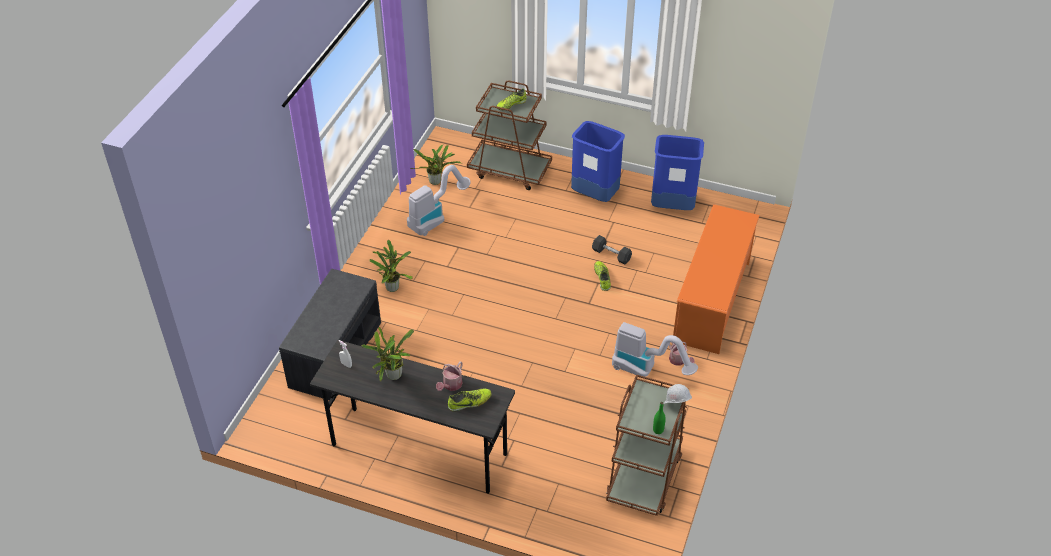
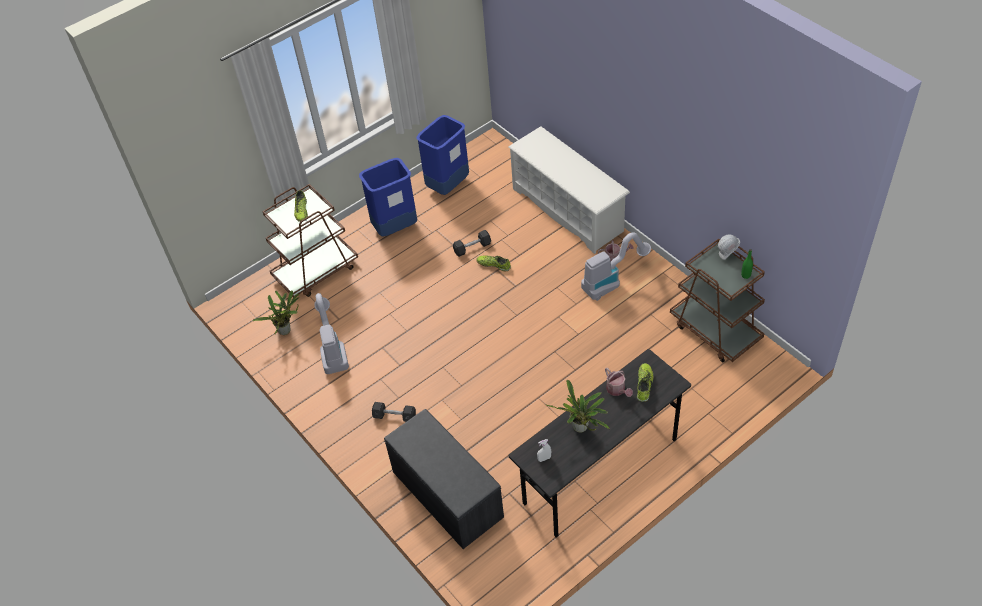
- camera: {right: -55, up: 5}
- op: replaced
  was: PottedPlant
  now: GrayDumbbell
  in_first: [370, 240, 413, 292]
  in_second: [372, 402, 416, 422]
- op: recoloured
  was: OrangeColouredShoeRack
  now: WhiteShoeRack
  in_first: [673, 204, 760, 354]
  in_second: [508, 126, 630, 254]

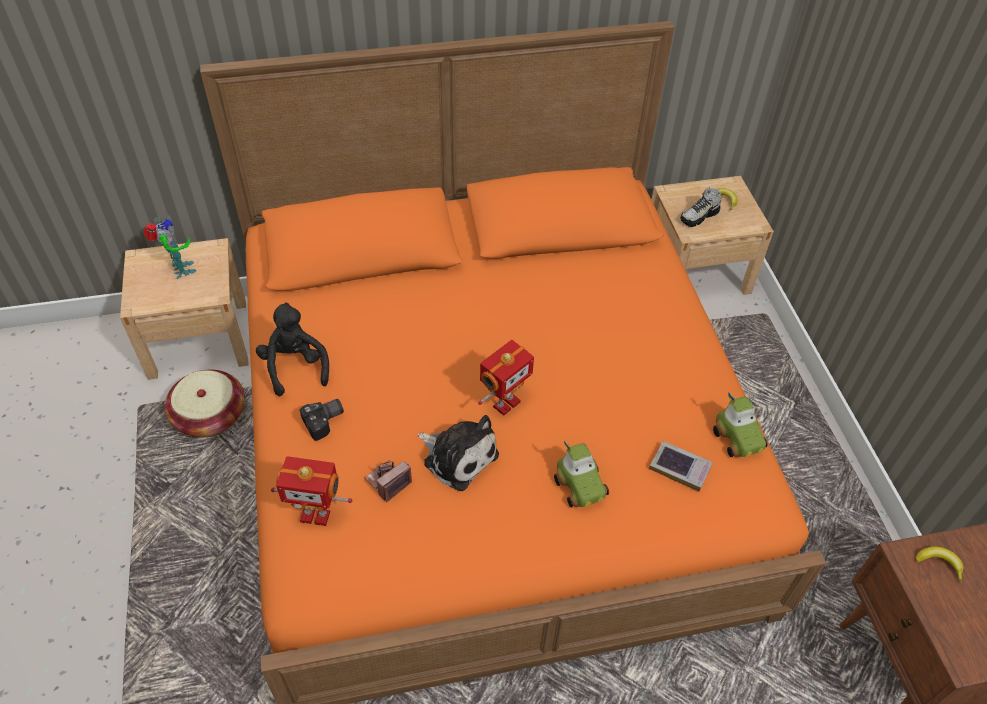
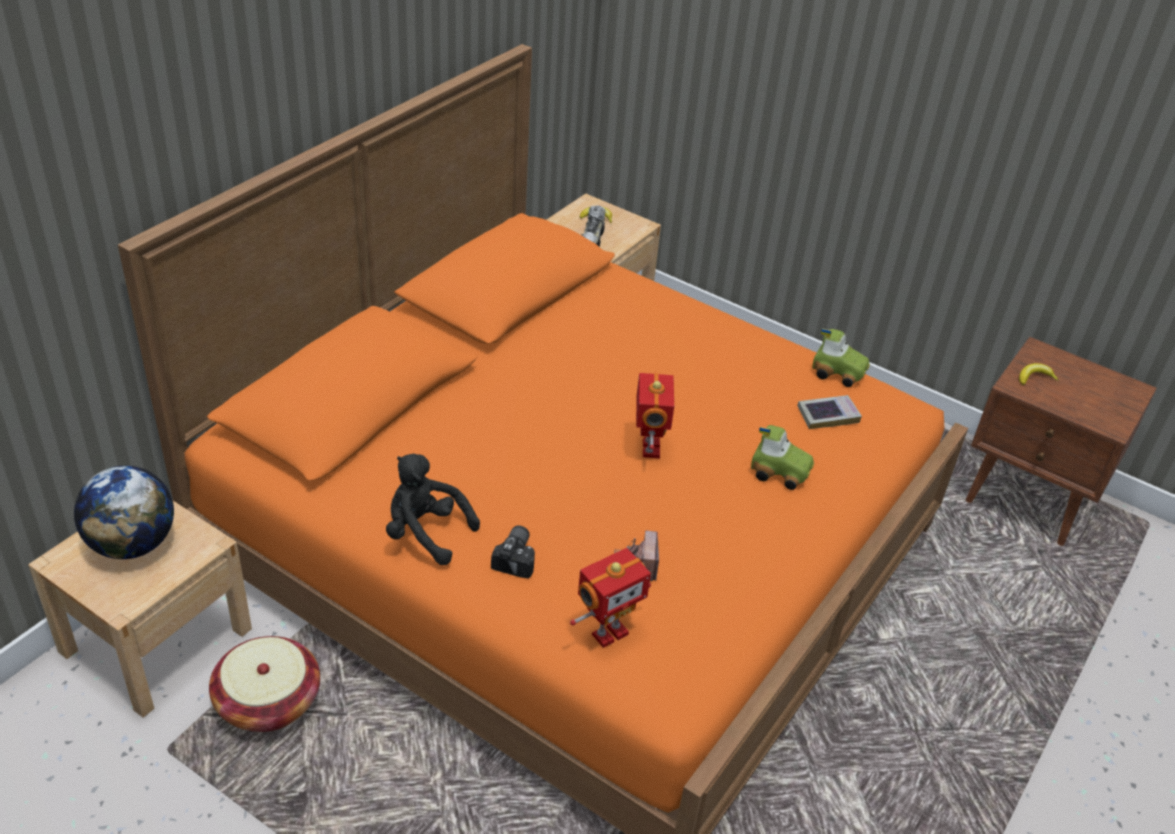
- camera: {right: -45, up: -10}
- op: removed
  was: PlushToy
  in_first: [417, 415, 499, 491]
- op: replaced
  was: ModelRobot
  now: WorldGlobe
  in_first: [144, 215, 196, 279]
  in_second: [74, 466, 174, 559]

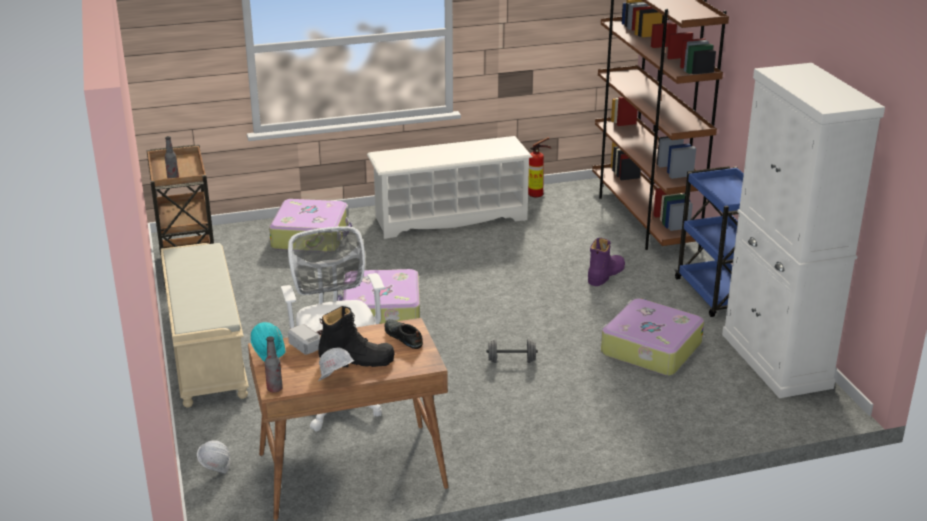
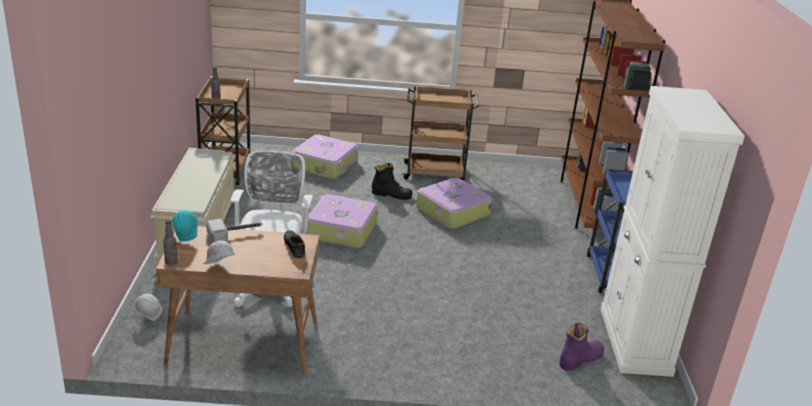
- camera: {right: 15, up: 0}
- op: removed
  was: GrayDumbbell
  in_first: [486, 339, 538, 363]
- op: removed
  was: FireFightingCylinder
  in_first: [528, 137, 551, 198]
- op: moved
  was: BlackishBoot
  in_first: [318, 306, 395, 367]
  in_second: [372, 163, 412, 200]
- op: moved
  was: PurplishBoot
  in_first: [588, 238, 625, 286]
  in_second: [559, 323, 604, 371]
- op: moved
  was: PieceOfLuggage
  in_first: [601, 298, 704, 376]
  in_second: [416, 178, 492, 229]
- op: replaced
  was: WhiteShoeRack
  now: BrownishWheeledCart
  in_first: [367, 136, 532, 239]
  in_second: [402, 86, 479, 181]

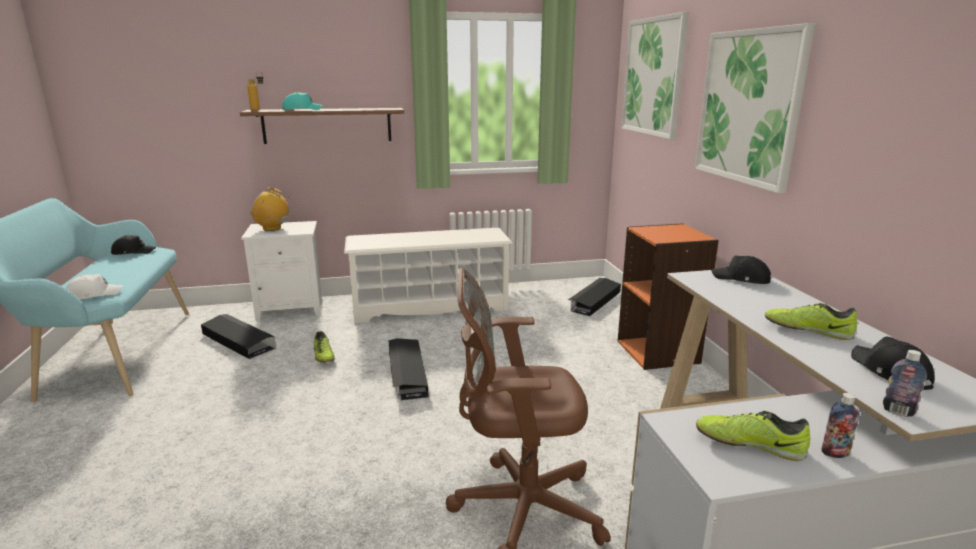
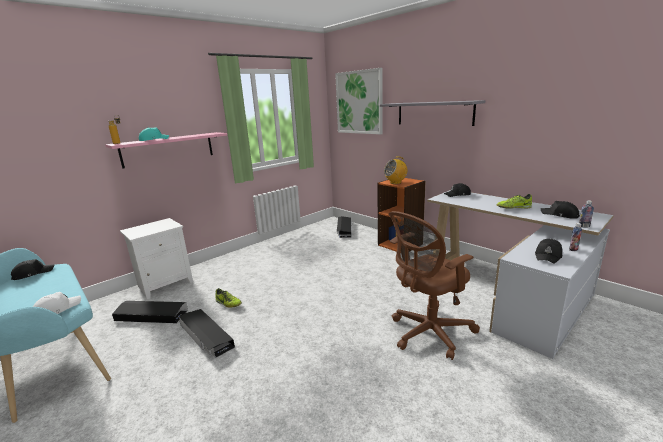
- camera: {right: -30, up: 0}
- op: removed
  was: WhiteShoeRack
  in_first: [344, 228, 513, 323]
- op: moved
  was: Radio
  in_first: [250, 188, 289, 231]
  in_second: [384, 156, 407, 184]
- op: moved
  was: BlackishStorageBin
  in_first: [389, 338, 429, 400]
  in_second: [179, 309, 235, 358]
- op: replaced
  was: Picture
  now: GrayShelf
  in_first: [695, 23, 815, 193]
  in_second: [380, 100, 485, 126]
- op: replaced
  was: ItemOfFootwear
  now: BlackishCap
  in_first: [696, 411, 810, 461]
  in_second: [535, 239, 562, 264]
- op: recoloured
  was: BrownishShelf
  now: PinkishShelf
  in_first: [240, 108, 404, 144]
  in_second: [105, 132, 227, 169]

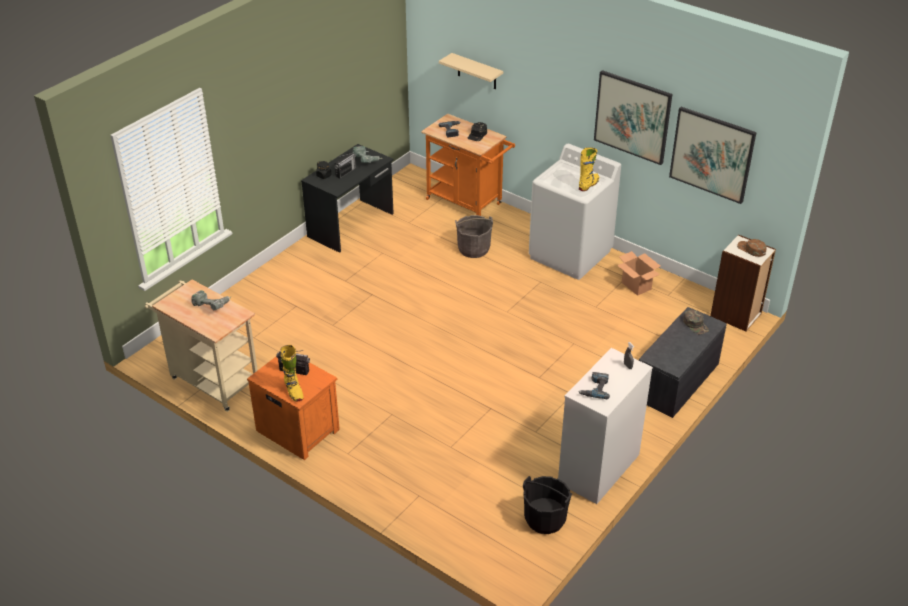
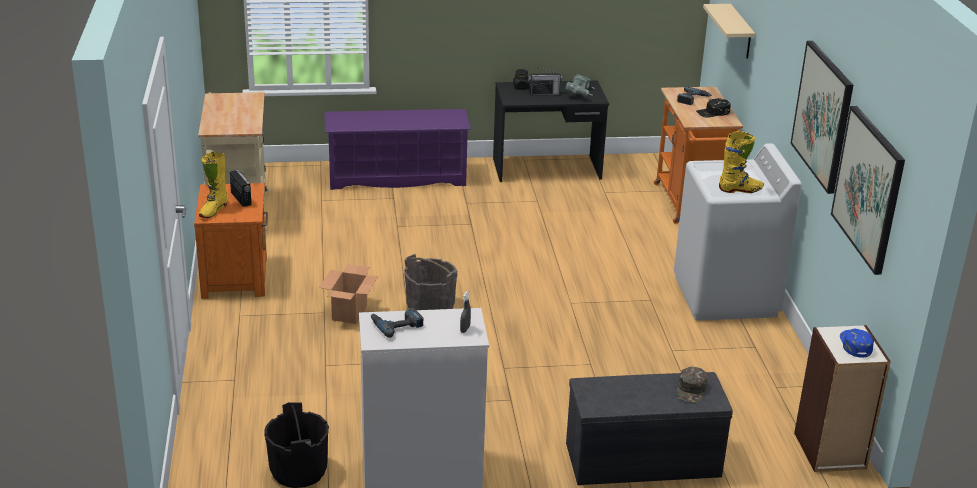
- camera: {right: 45, up: -10}
- op: removed
  was: Drill
  in_first: [191, 290, 232, 310]
- op: added
  now: PurplishShoeRack
  in_second: [324, 109, 471, 190]
- op: moved
  was: GrayPail
  in_first: [455, 215, 493, 258]
  in_second: [404, 254, 457, 310]
- op: moved
  was: CardboardBox
  in_first: [617, 251, 661, 296]
  in_second: [319, 264, 378, 324]
- op: recoloured
  was: BrownishCap
  now: BlueCap
  in_first: [737, 239, 767, 257]
  in_second: [840, 329, 874, 358]

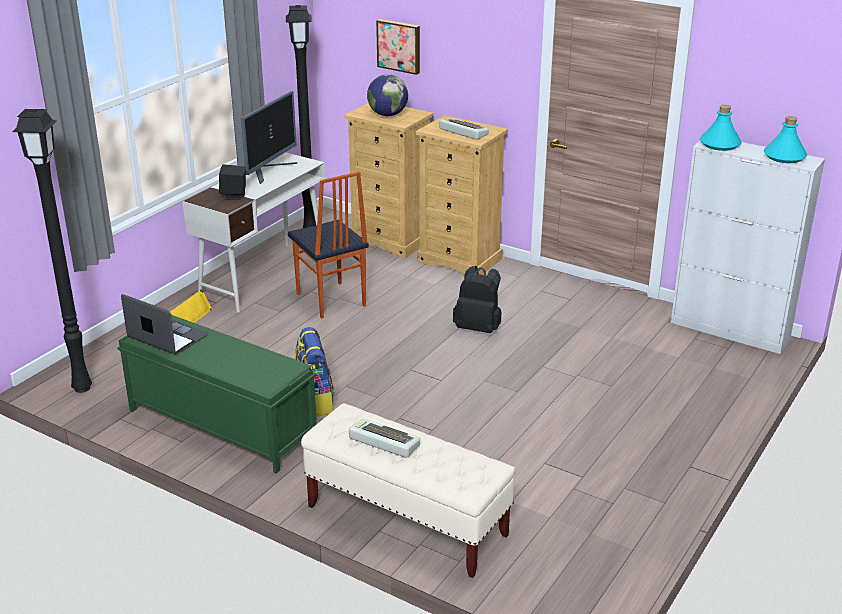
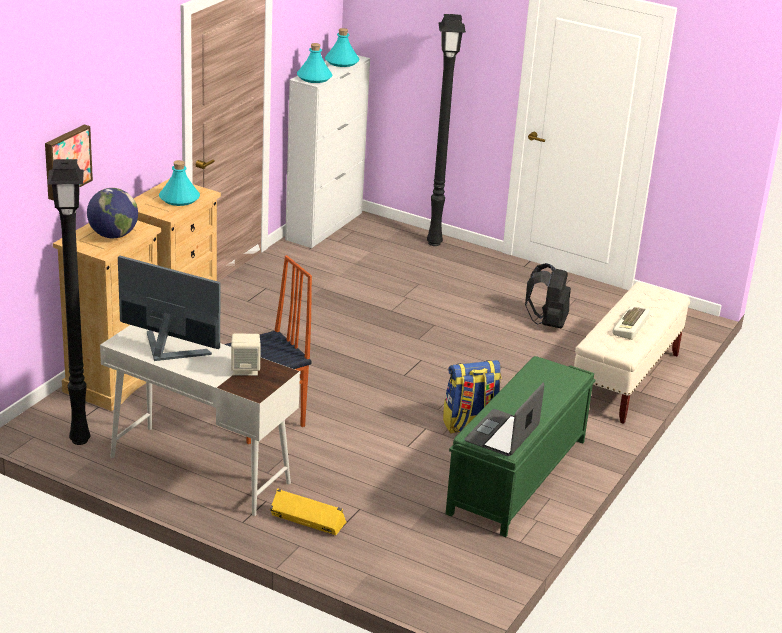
- camera: {right: -95, up: 0}
- op: moved
  was: BlackishFloorLamp
  in_first: [13, 109, 92, 393]
  in_second: [427, 14, 466, 246]
- op: moved
  was: BlackishBackpack
  in_first: [453, 266, 501, 333]
  in_second: [525, 263, 571, 328]
- op: replaced
  was: ComputerKeyboard
  now: TurquoiseBottle
  in_first: [439, 118, 489, 140]
  in_second: [159, 160, 200, 206]
- op: recoloured
  was: BlackishAudioSpeaker
  now: BeigeColouredAudioSpeaker
  in_first: [219, 164, 246, 200]
  in_second: [231, 334, 261, 376]

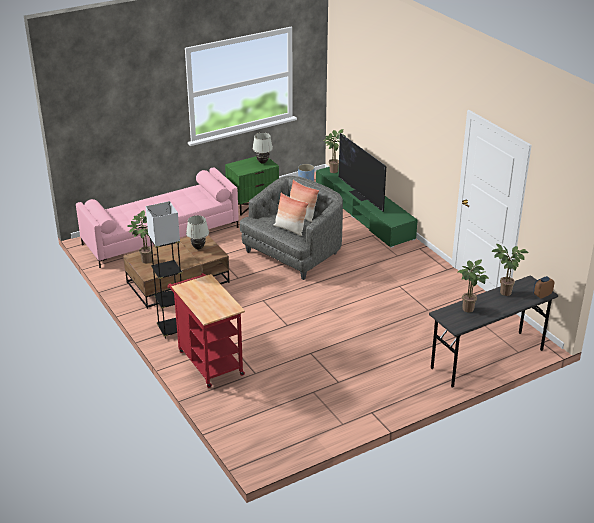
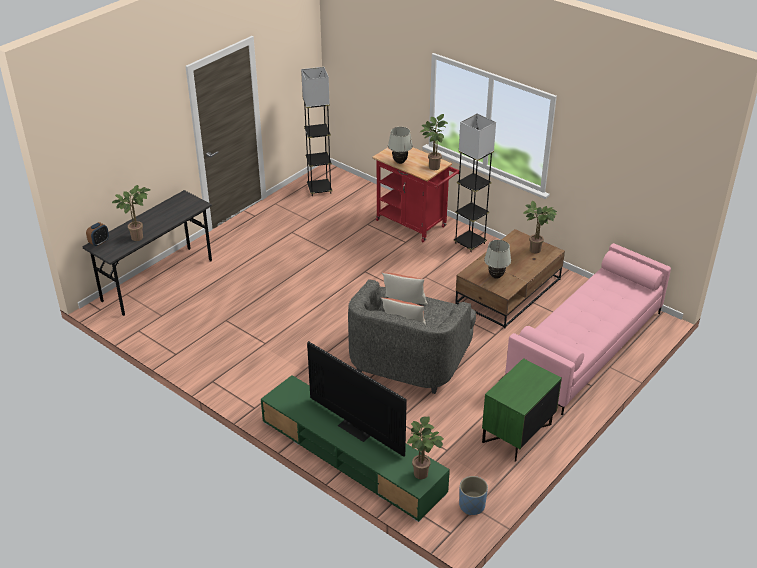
- camera: {right: 160, up: 5}
- op: added
  now: GrayFloorLamp
  in_second: [301, 67, 333, 196]
- op: moved
  was: WhiteTabletopLamp
  in_first: [252, 133, 273, 163]
  in_second: [388, 127, 413, 164]
- op: moved
  was: PottedPlant
  in_first: [458, 260, 489, 312]
  in_second: [420, 114, 448, 170]

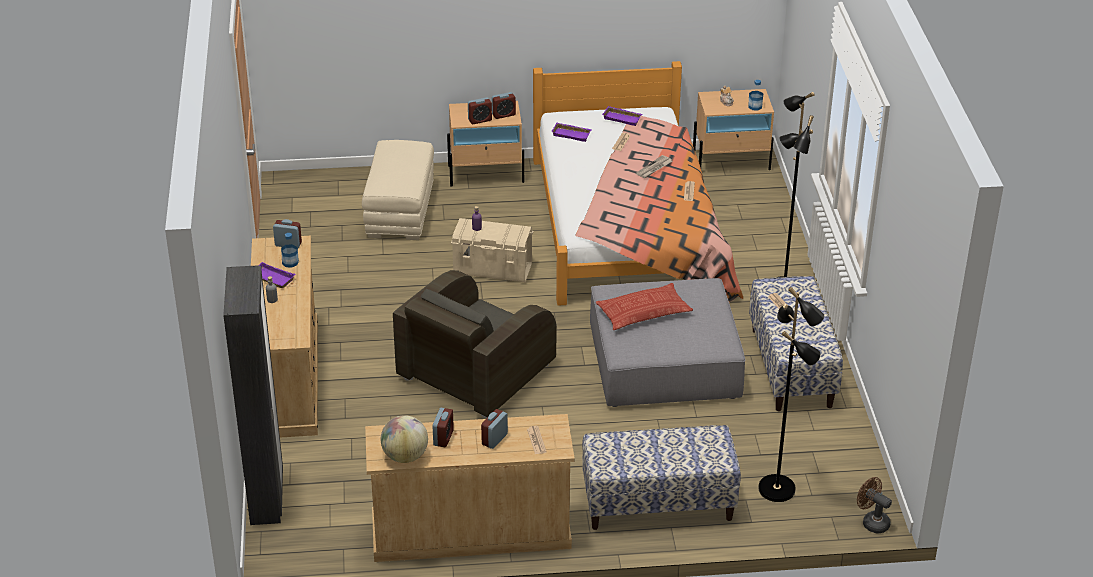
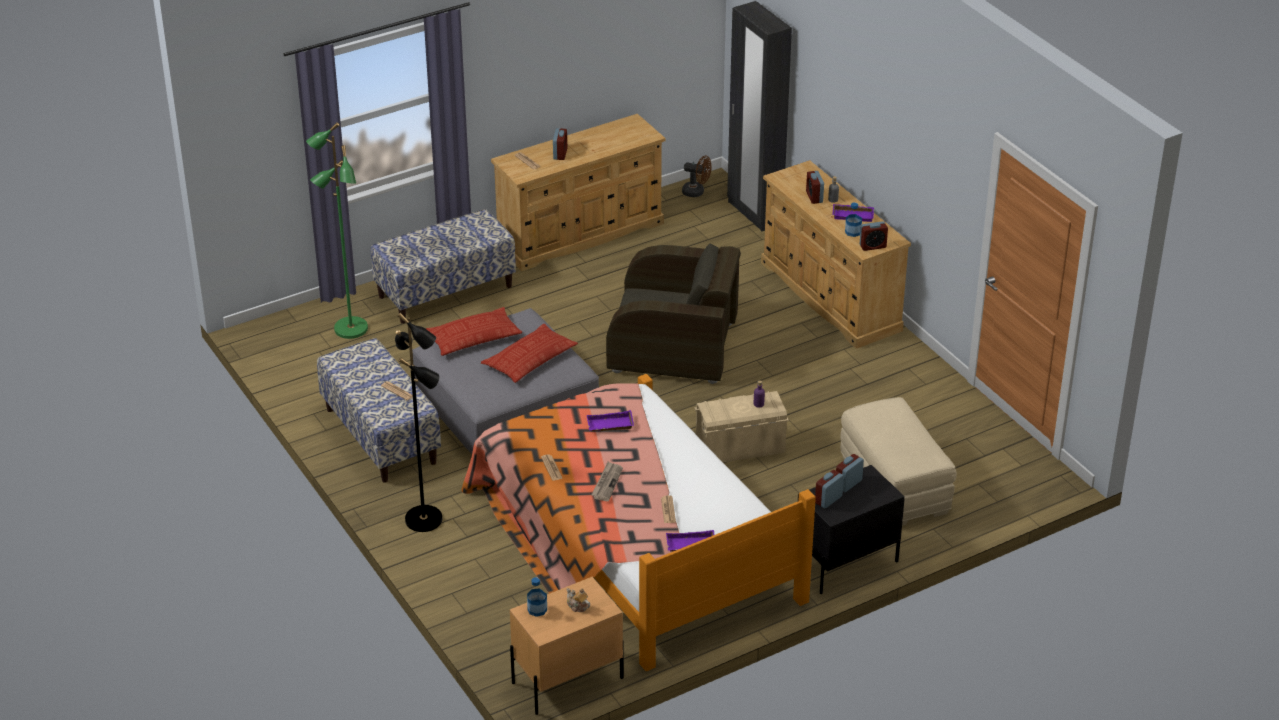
- camera: {right: 155, up: 0}
- op: removed
  was: WorldGlobe
  in_first: [381, 415, 428, 463]
- op: added
  now: Pillow
  in_second: [425, 307, 522, 356]
- op: moved
  was: BedsideClock
  in_first: [433, 408, 454, 447]
  in_second: [806, 171, 824, 204]
- op: moved
  was: PurplishServingTray
  in_first: [551, 123, 592, 142]
  in_second: [586, 410, 634, 431]
- op: moved
  was: BrownishCoolingFan
  in_first: [857, 477, 892, 533]
  in_second: [682, 156, 712, 197]
- op: recoloured
  was: BeigeColouredNightstand
  now: BlackishNightstand
  in_first: [447, 101, 524, 187]
  in_second: [798, 465, 905, 594]
- op: recoloured
  was: BlackishFloorLamp
  now: GreenishFloorLamp
  in_first: [758, 287, 824, 502]
  in_second: [306, 122, 368, 339]
- op: turned
  was: BrownishLoungeChair
  in_first: [393, 270, 557, 418]
  in_second: [606, 244, 741, 384]
  clockwise: 90

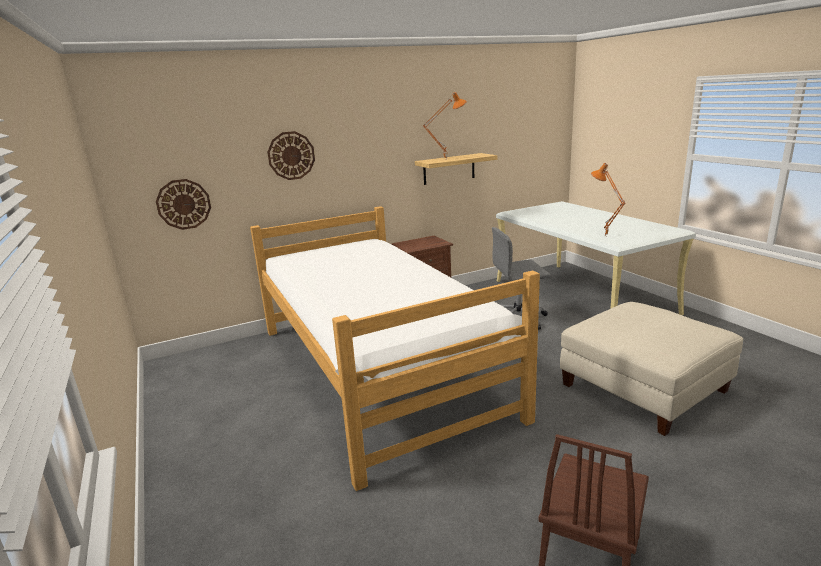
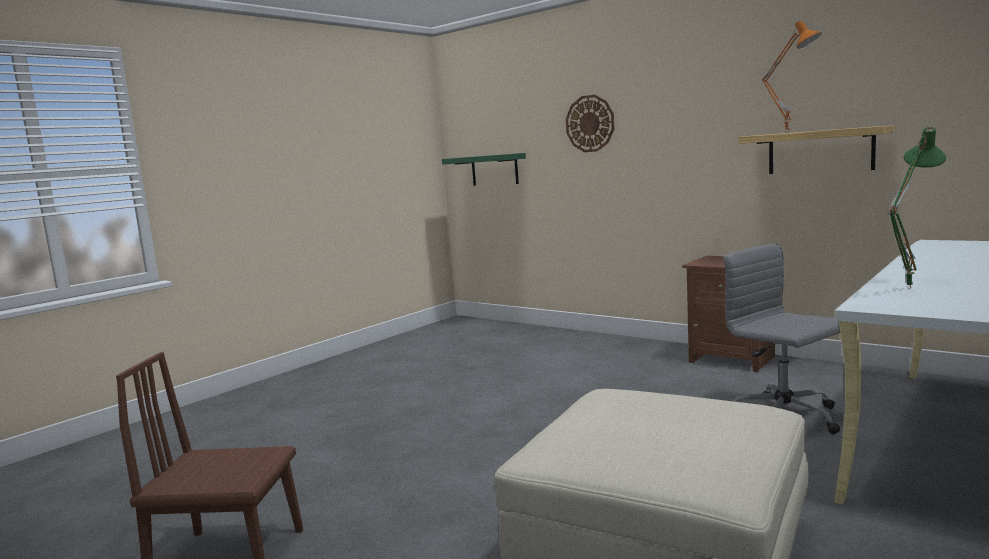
- camera: {right: 65, up: -10}
- op: removed
  was: Bed
  in_first: [250, 206, 540, 491]
- op: replaced
  was: ClockOnTheWall
  now: GreenishShelf
  in_first: [156, 179, 211, 230]
  in_second: [442, 153, 526, 186]
- op: recoloured
  was: OrangeColouredTabletopLamp
  now: GreenishTabletopLamp
  in_first: [591, 163, 626, 236]
  in_second: [888, 127, 946, 290]

